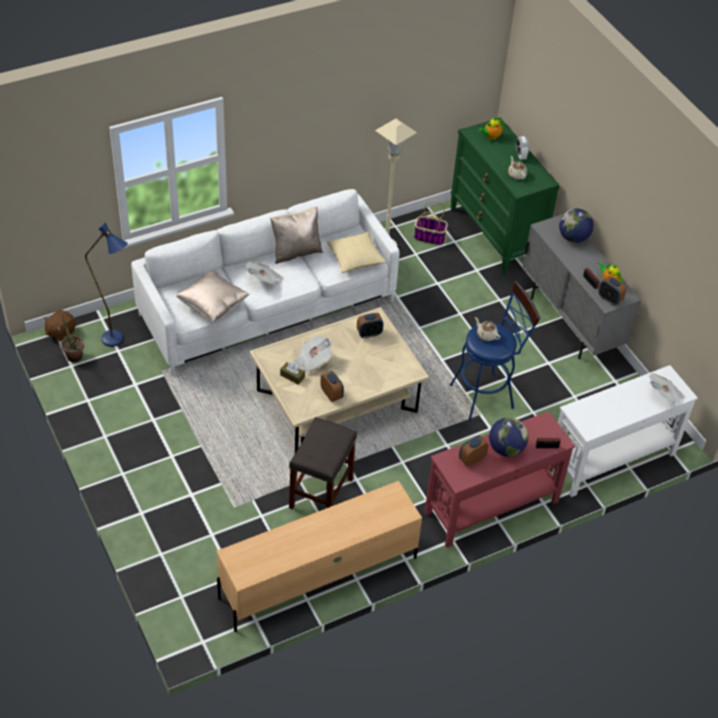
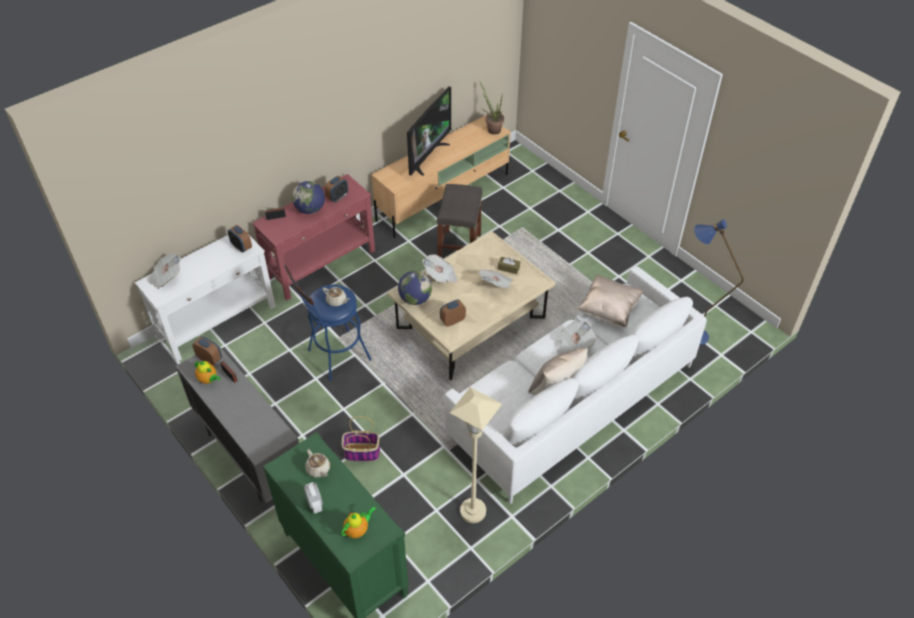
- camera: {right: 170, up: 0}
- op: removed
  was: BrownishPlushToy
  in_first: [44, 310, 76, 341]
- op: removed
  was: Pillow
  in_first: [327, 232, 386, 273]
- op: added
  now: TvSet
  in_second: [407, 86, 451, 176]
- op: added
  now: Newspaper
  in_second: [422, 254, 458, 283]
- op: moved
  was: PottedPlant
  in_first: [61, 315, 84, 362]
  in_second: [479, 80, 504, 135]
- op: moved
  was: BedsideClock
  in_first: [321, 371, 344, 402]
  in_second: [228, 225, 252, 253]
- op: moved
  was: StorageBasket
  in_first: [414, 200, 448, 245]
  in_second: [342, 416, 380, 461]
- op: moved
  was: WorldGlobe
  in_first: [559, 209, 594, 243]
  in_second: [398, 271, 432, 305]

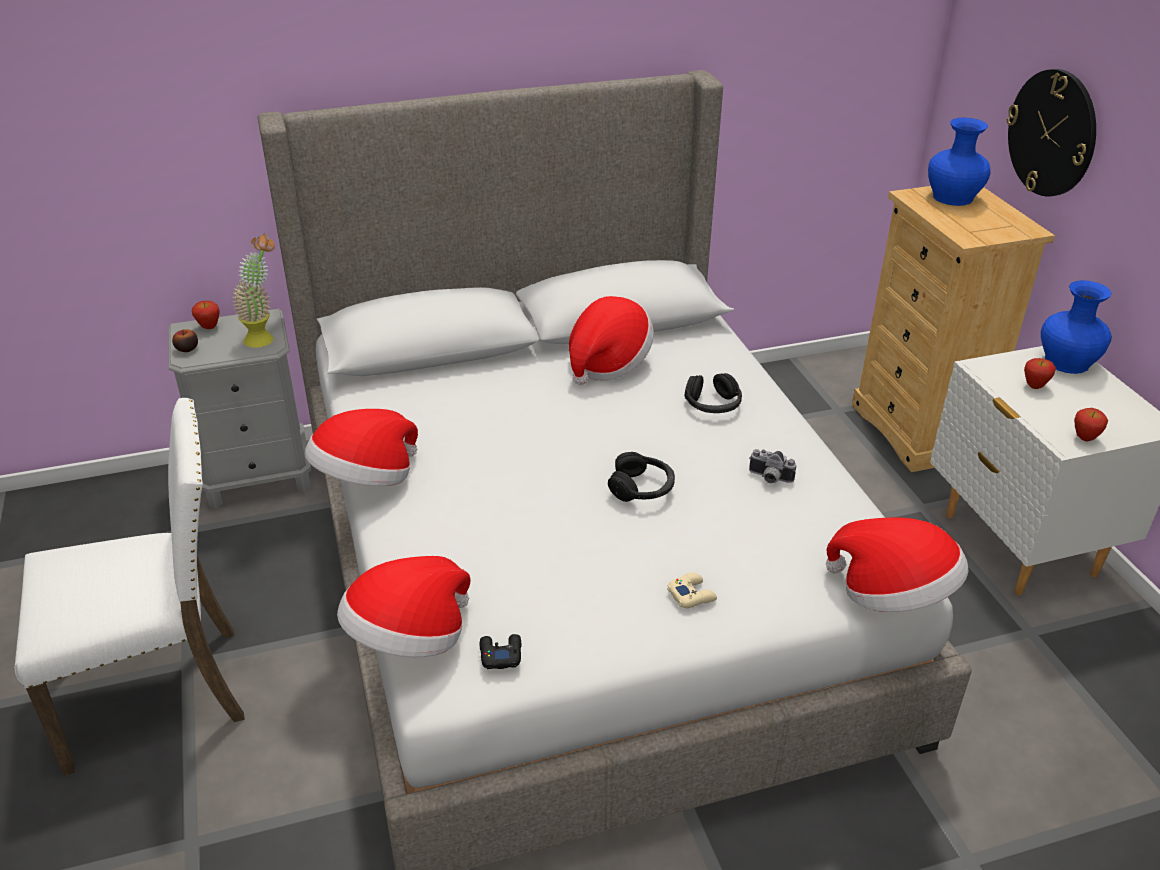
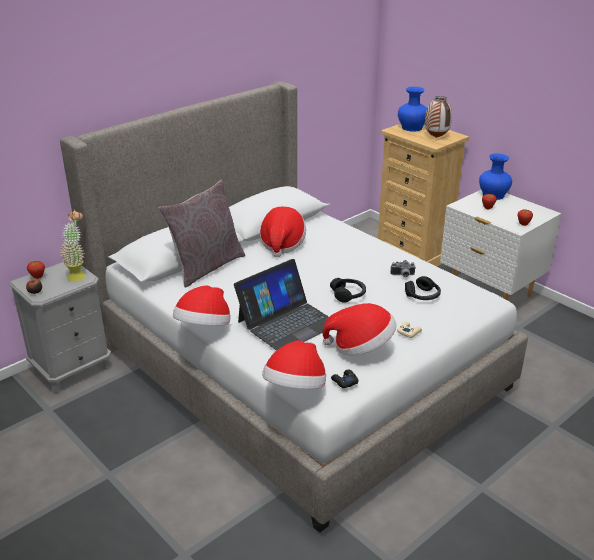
- camera: {right: -25, up: -5}
- op: removed
  was: WhiteUprightChair
  in_first: [15, 398, 245, 775]
- op: removed
  was: ClockOnTheWall
  in_first: [1007, 69, 1096, 197]
- op: added
  now: GrayPillow
  in_second: [158, 180, 245, 288]
- op: added
  now: NotebookComputer
  in_second: [234, 259, 329, 351]
- op: added
  now: DecorativeVase
  in_second: [425, 96, 452, 138]
- op: moved
  was: BlackishHeadset
  in_first: [685, 373, 742, 413]
  in_second: [405, 276, 441, 300]
- op: moved
  was: WearableHat
  in_first: [826, 517, 969, 612]
  in_second: [322, 303, 397, 356]

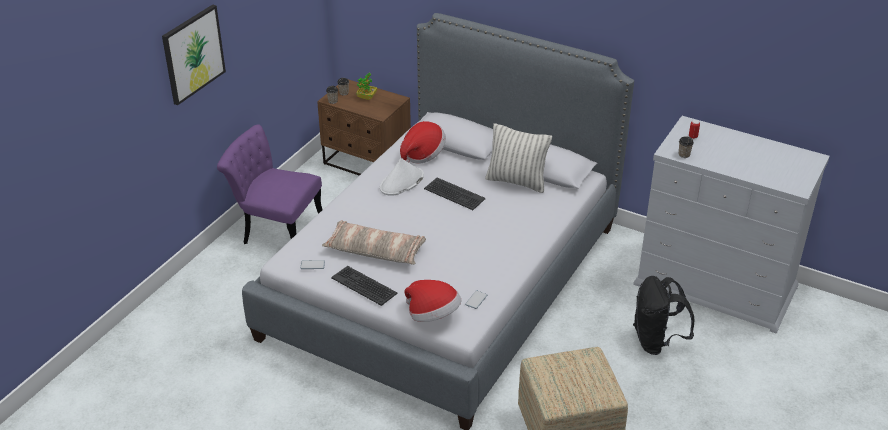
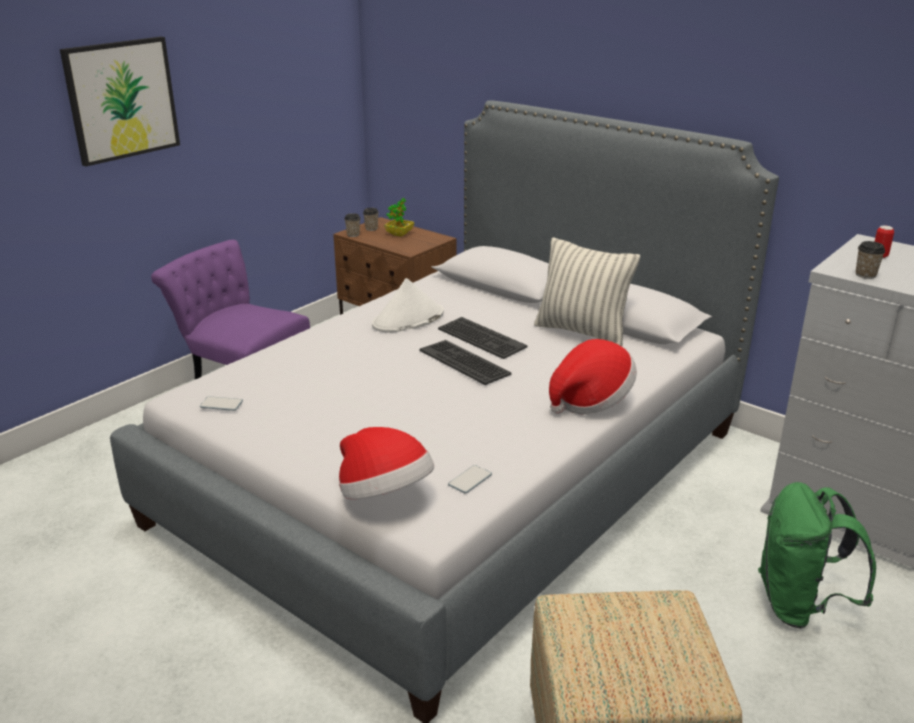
- camera: {right: 10, up: -10}
- op: removed
  was: Pillow
  in_first: [322, 220, 426, 265]
- op: moved
  was: ComputerKeyboard
  in_first: [331, 266, 397, 306]
  in_second: [419, 340, 511, 385]
- op: moved
  was: WearableHat
  in_first: [400, 121, 446, 164]
  in_second: [549, 339, 637, 415]
- op: recoloured
  was: BlackishBackpack
  now: GreenishBackpack
  in_first: [633, 276, 694, 355]
  in_second: [758, 482, 876, 629]

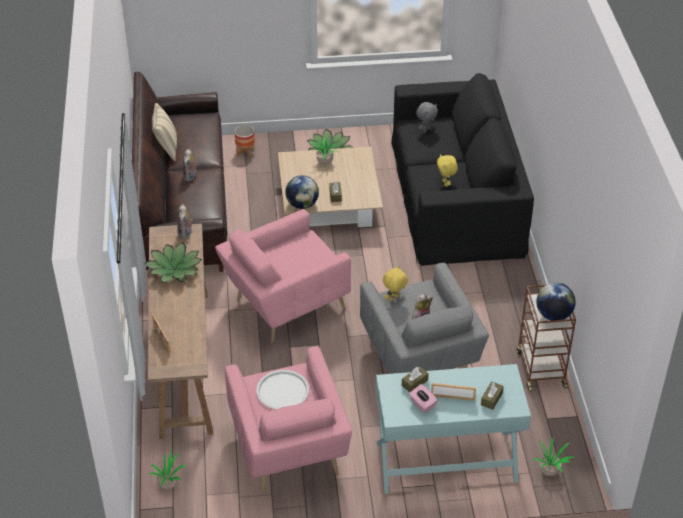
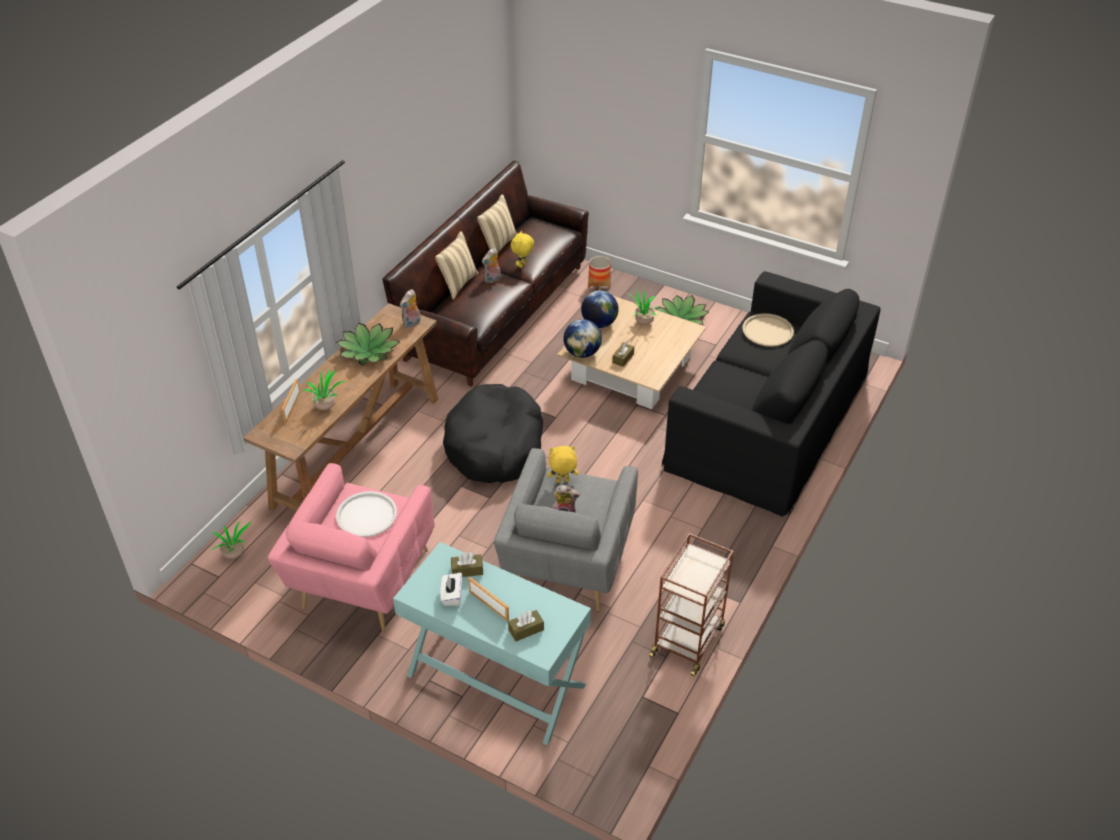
- camera: {right: 35, up: 0}
- op: added
  now: BeigeColouredPillow
  in_second: [435, 231, 478, 300]
- op: moved
  was: YellowPlushToy
  in_first: [437, 154, 458, 187]
  in_second: [511, 231, 534, 268]
- op: moved
  was: PottedPlant
  in_first: [533, 437, 573, 476]
  in_second: [303, 369, 346, 410]
- op: moved
  was: WorldGlobe
  in_first: [536, 283, 576, 321]
  in_second: [581, 290, 619, 328]
- op: replaced
  was: PinkishLoungeChair
  now: BlackishPetBed
  in_first: [215, 209, 351, 343]
  in_second: [443, 384, 543, 483]
- op: replaced
  was: GrayPlushToy
  now: BeigeColouredServingTray
  in_first: [416, 102, 438, 132]
  in_second: [742, 313, 794, 347]
- op: recoloured
  was: PinkishBoxOfTissues
  now: WhiteBoxOfTissues
  in_first: [409, 384, 438, 413]
  in_second: [440, 572, 462, 606]

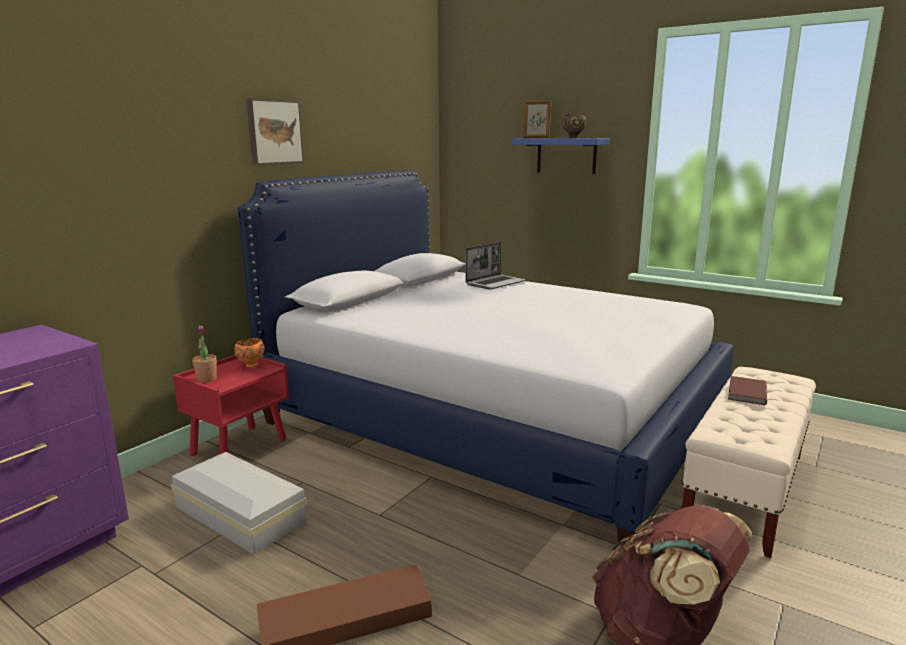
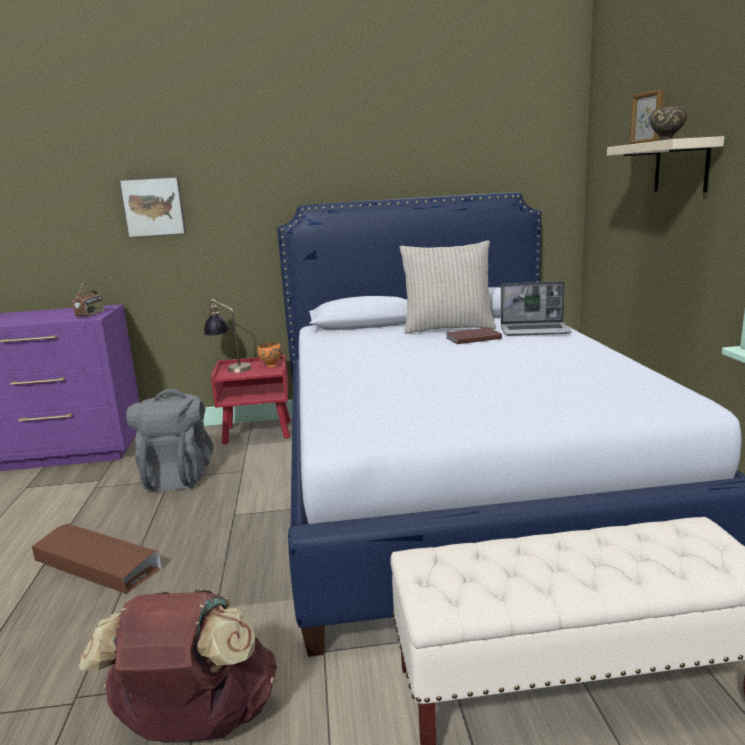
- camera: {right: 50, up: 0}
- op: added
  now: Radio
  in_second: [72, 281, 104, 317]
- op: added
  now: BeigeColouredPillow
  in_second: [400, 240, 496, 334]
- op: moved
  was: Picture
  in_first: [246, 99, 304, 164]
  in_second: [119, 176, 186, 238]
- op: moved
  was: BrownishVolume
  in_first: [728, 376, 767, 405]
  in_second: [446, 328, 502, 344]
- op: replaced
  was: WhiteStorageBin
  now: GrayBackpack
  in_first: [171, 452, 307, 554]
  in_second: [127, 389, 214, 492]
- op: replaced
  was: PottedPlant
  now: TabletopLamp
  in_first: [192, 325, 217, 383]
  in_second: [204, 299, 252, 373]
- op: recoloured
  was: BlueShelf
  now: BeigeColouredShelf
  in_first: [512, 138, 610, 174]
  in_second: [607, 136, 724, 192]

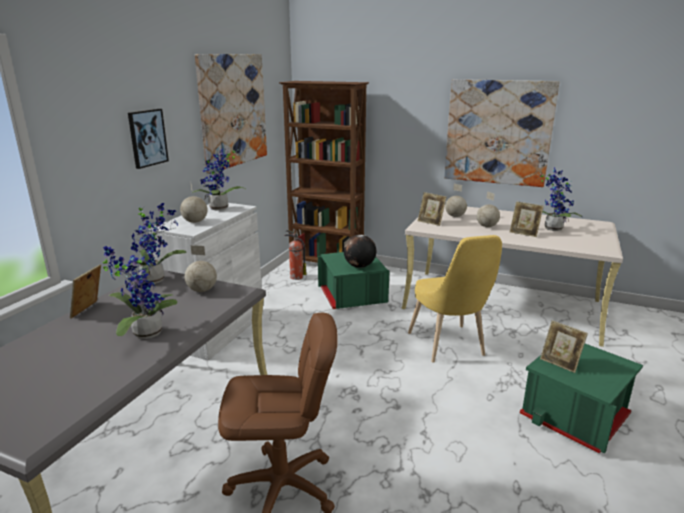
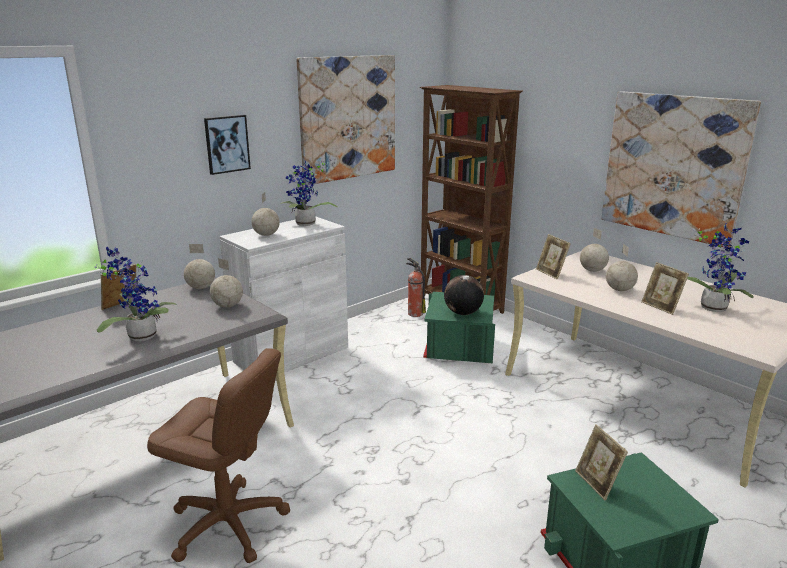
- camera: {right: 25, up: 0}
- op: removed
  was: YellowUprightChair
  in_first: [408, 235, 502, 363]
- op: replaced
  was: PottedPlant
  now: WorldGlobe
  in_first: [126, 203, 186, 284]
  in_second: [184, 244, 215, 289]

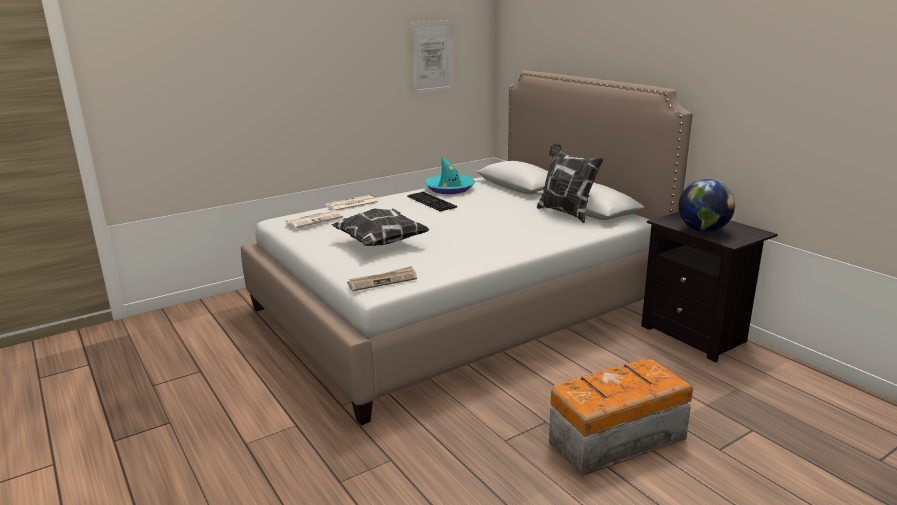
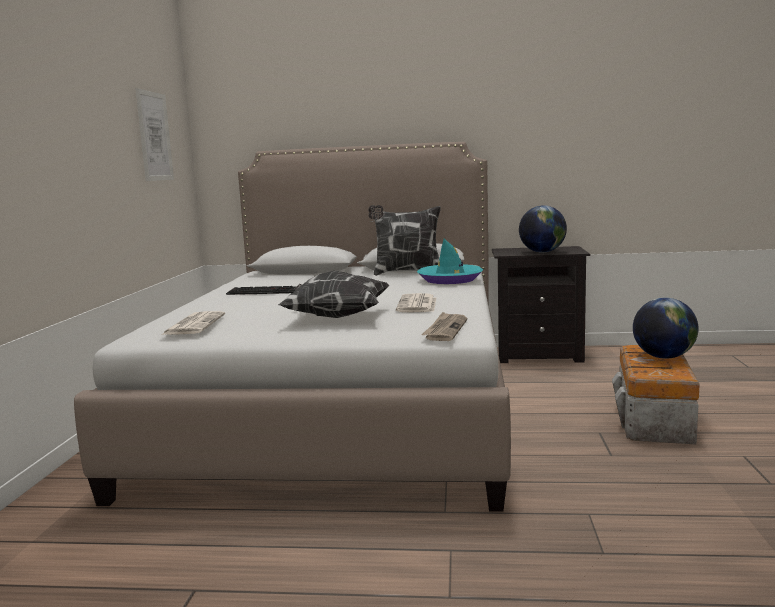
- camera: {right: -50, up: -10}
- op: added
  now: WorldGlobe
  in_second: [633, 298, 699, 359]
- op: moved
  was: Newspaper
  in_first: [325, 195, 378, 212]
  in_second: [396, 293, 436, 312]
- op: moved
  was: TurquoiseWearableHat
  in_first: [424, 157, 475, 194]
  in_second: [417, 239, 483, 284]

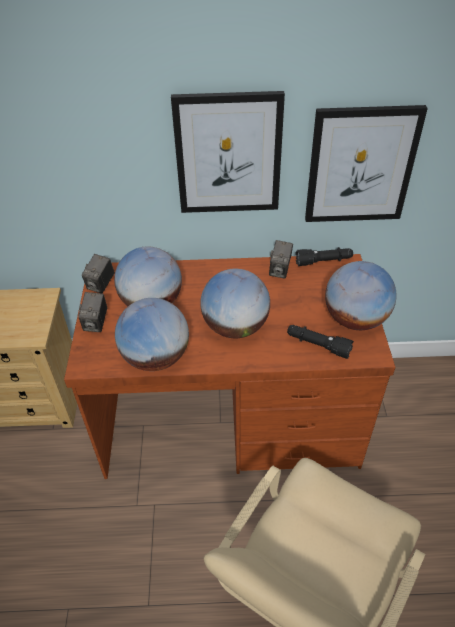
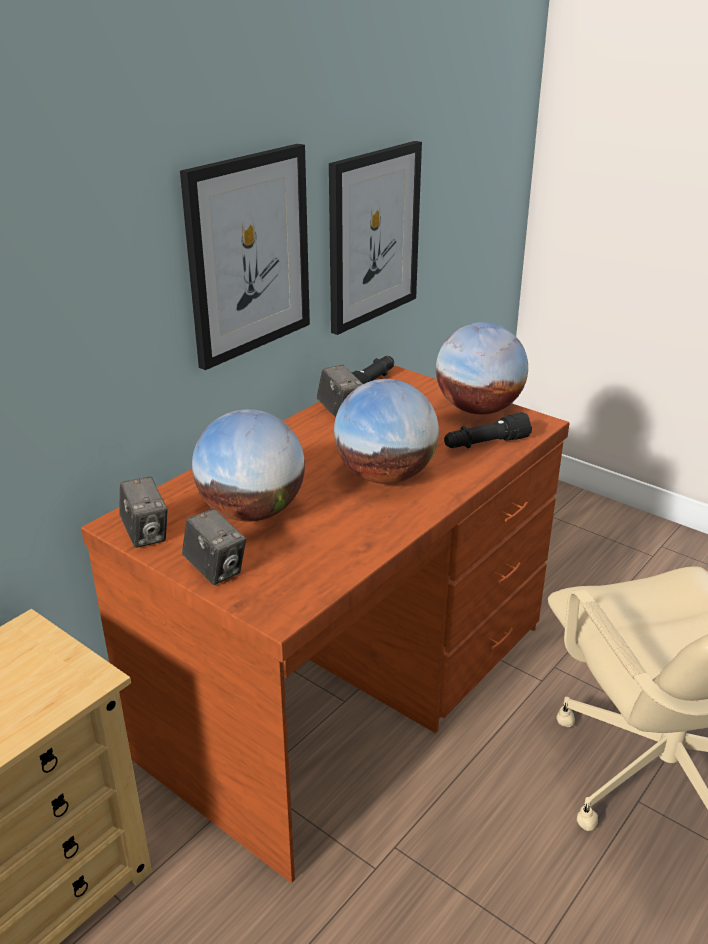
- camera: {right: -50, up: -15}
- op: removed
  was: WorldGlobe
  in_first: [115, 298, 189, 371]

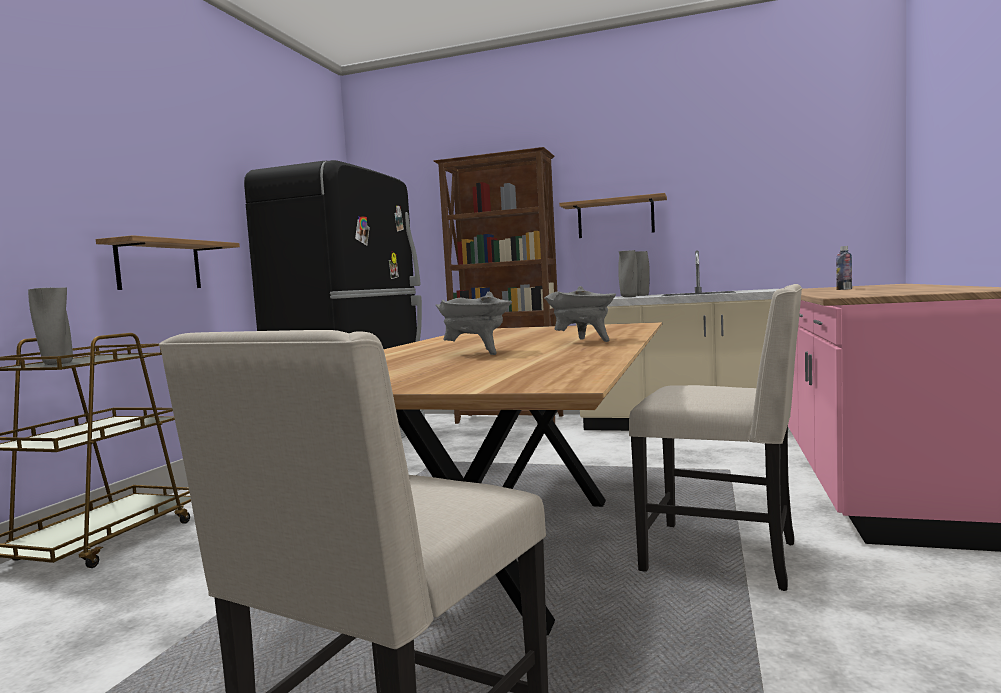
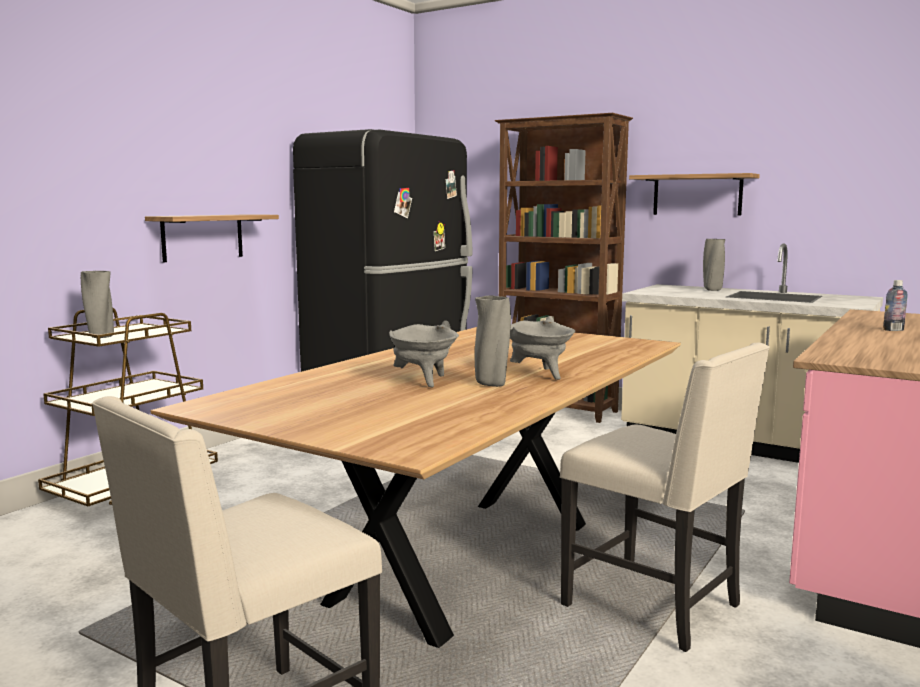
- camera: {right: 15, up: 5}
- op: moved
  was: GrayDecorativeVase
  in_first: [618, 250, 638, 297]
  in_second: [475, 295, 511, 387]

